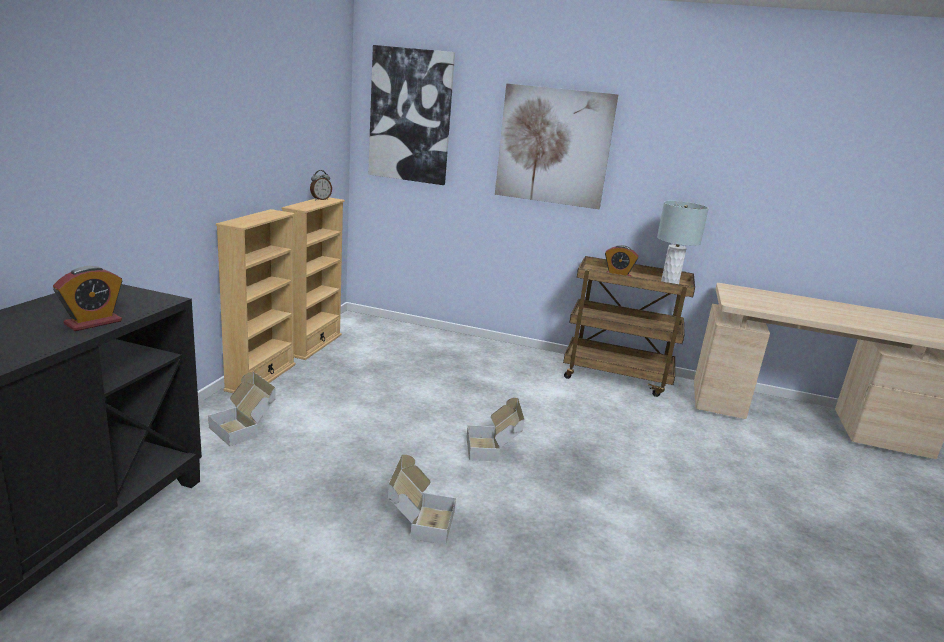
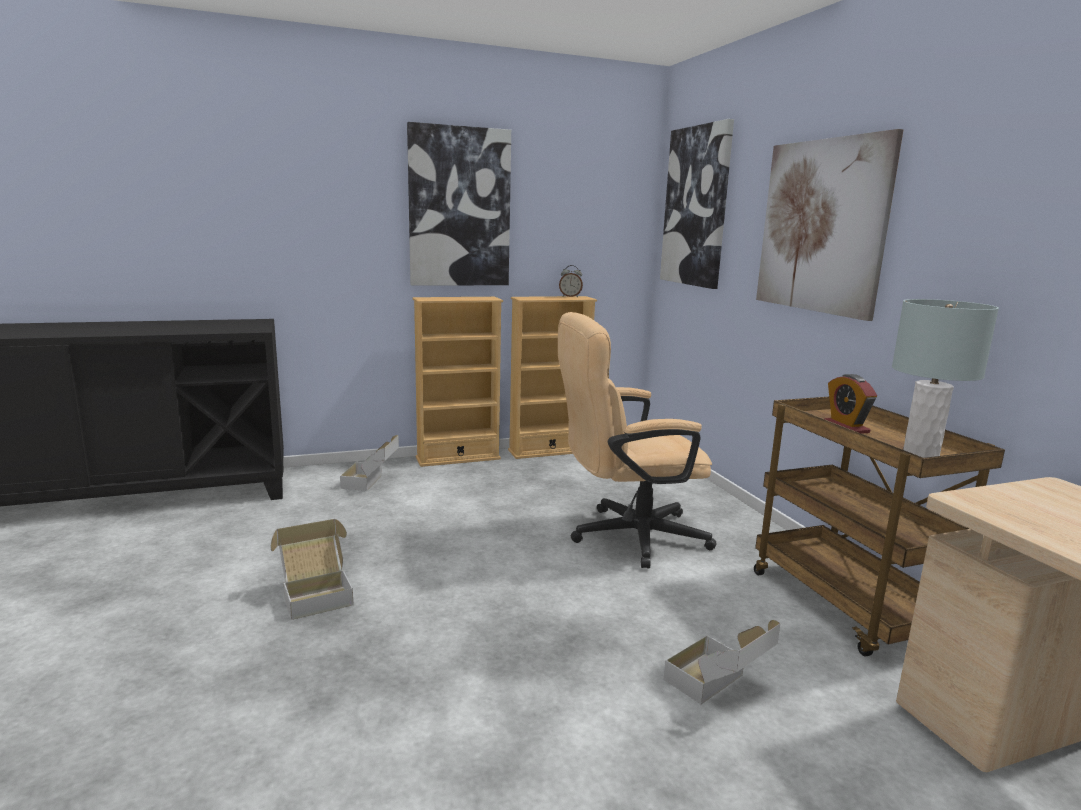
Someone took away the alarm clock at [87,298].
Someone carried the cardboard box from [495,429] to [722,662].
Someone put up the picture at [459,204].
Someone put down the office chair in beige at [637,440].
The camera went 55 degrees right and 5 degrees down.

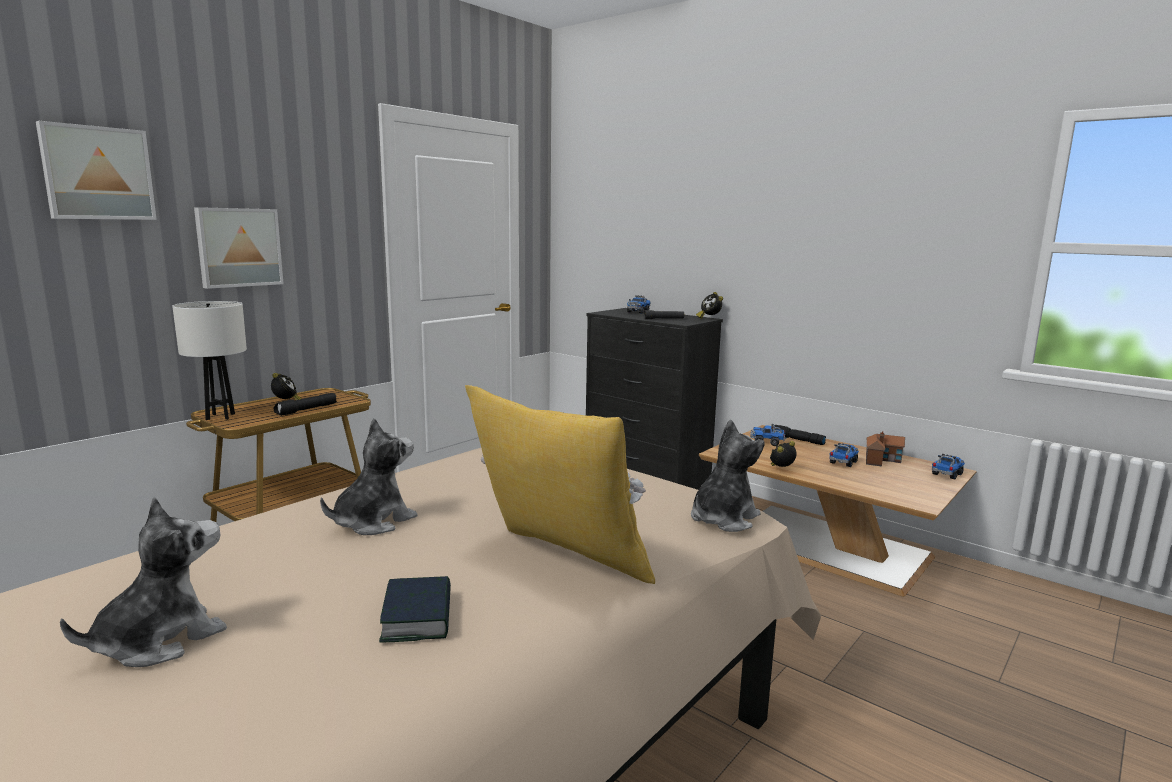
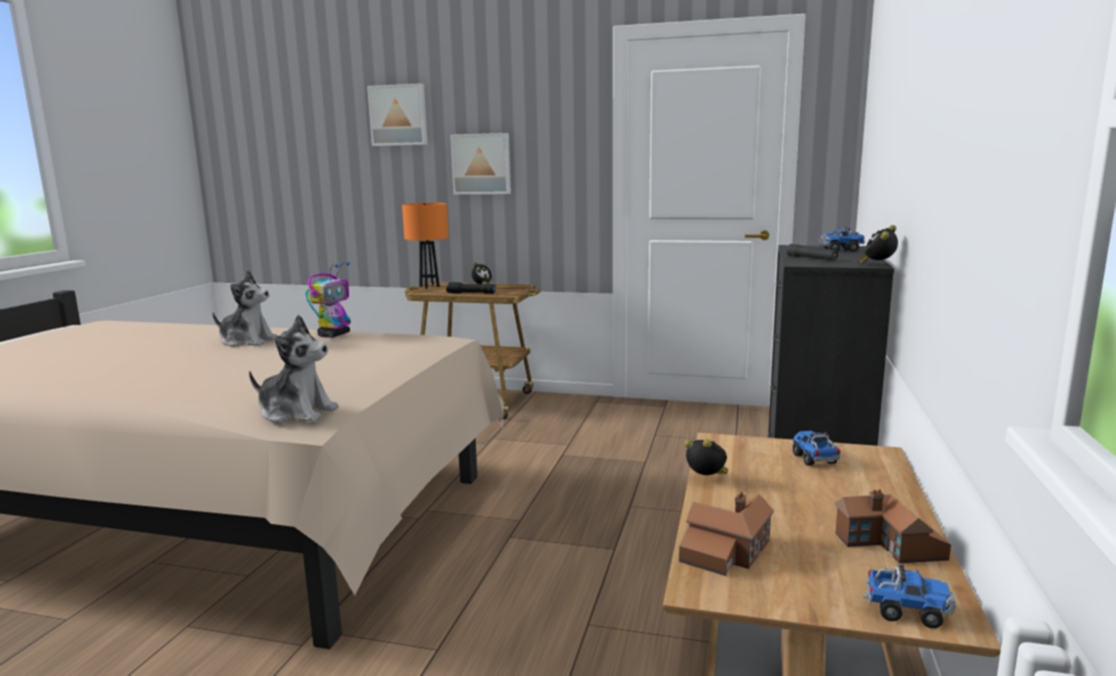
Someone repainted the table lamp in white at [209,360], which became the table lamp in orange at [425,246].
Someone took away the pillow in yellow at [560,484].
Someone took away the flashlight in black at [800,435].
Someone took away the toy truck at [844,455].
Someone took away the plush toy at [143,582].
Someone took away the book at [415,609].
Someone put down the toy robot at [328,300].
Someone put down the toy house at [726,534].
The camera went 65 degrees right and 0 degrees up.

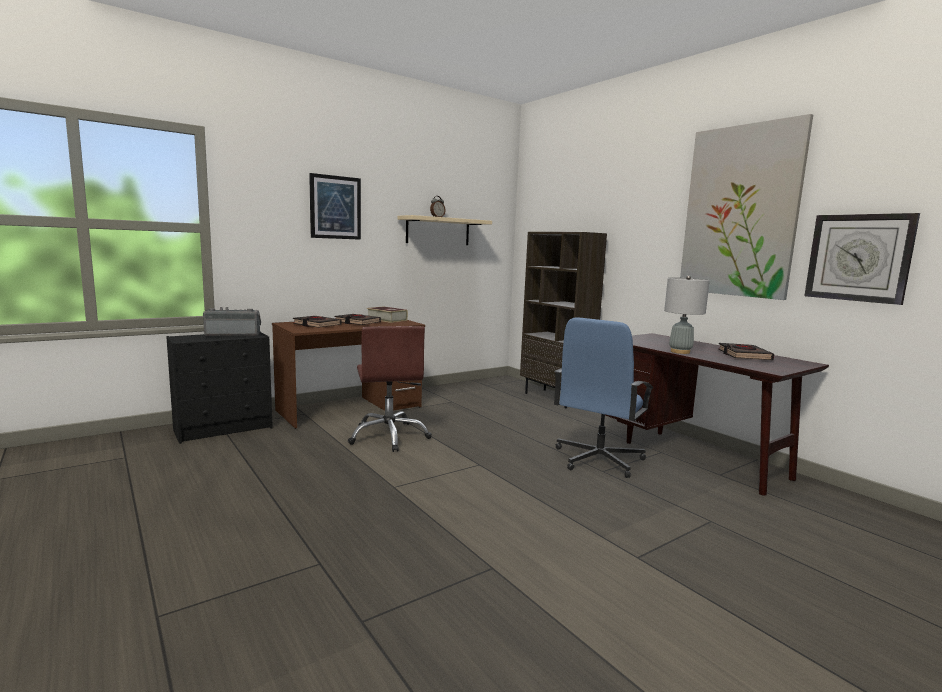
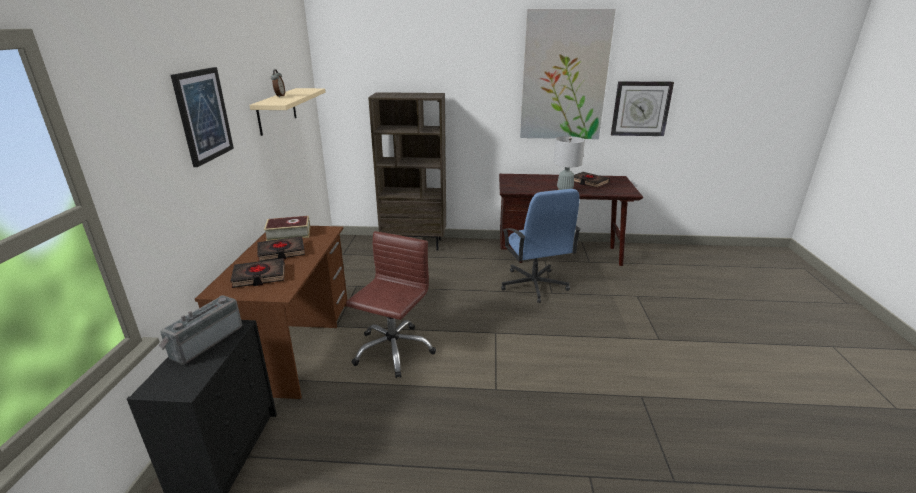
Someone rotated the office chair in brown at [390,389] by 90 degrees counterclockwise.
The camera went 50 degrees left and 15 degrees up.

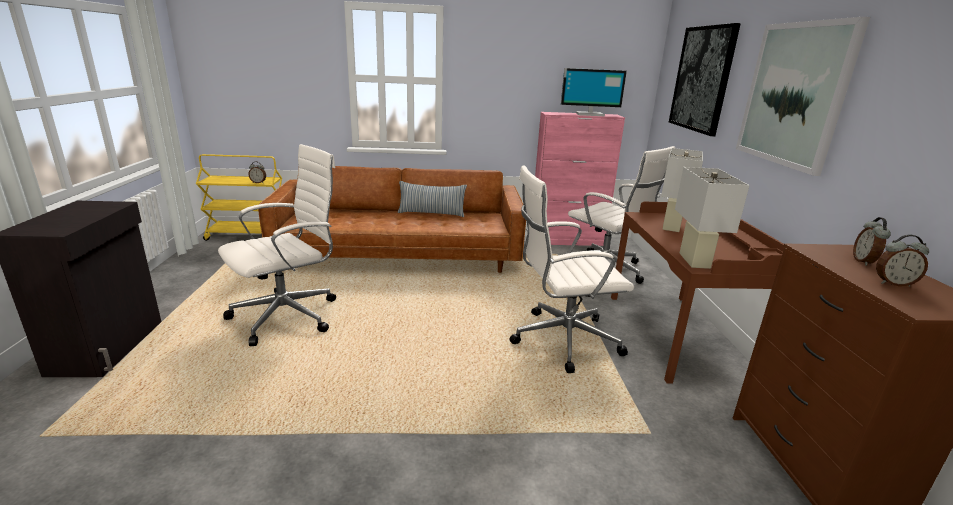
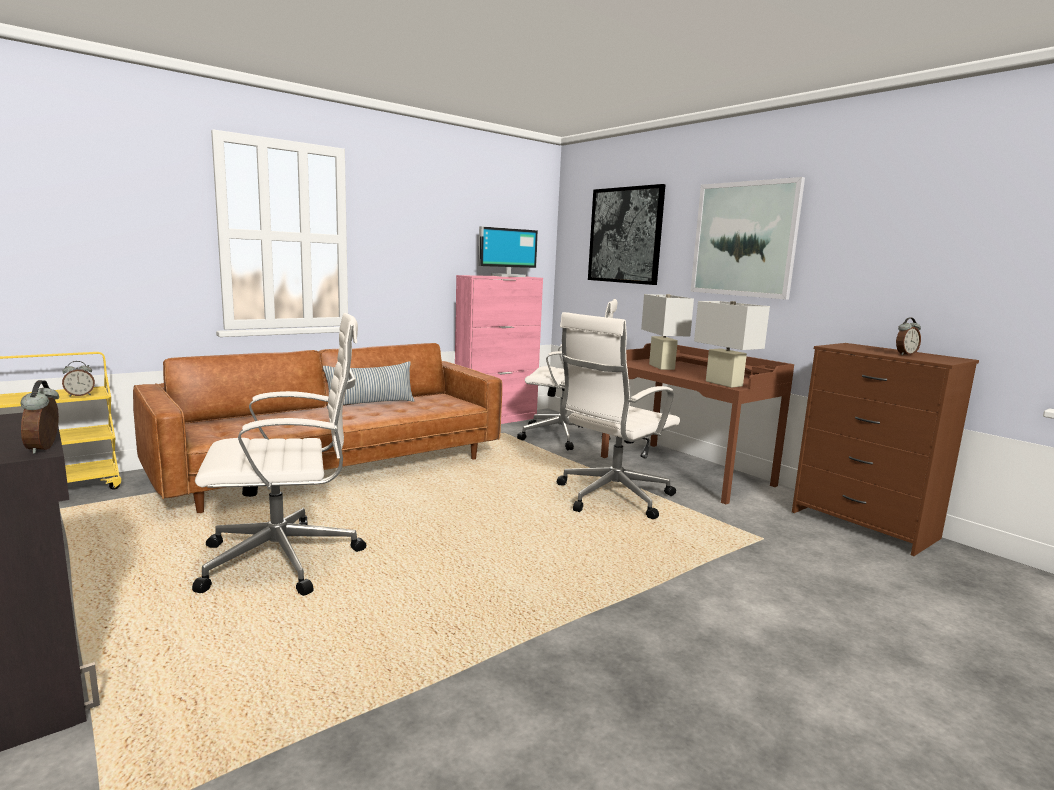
Someone rotated the office chair in white at [277,245] by 60 degrees clockwise.
Someone carried the alarm clock from [872,241] to [40,417].
The camera went 35 degrees left and 10 degrees down.

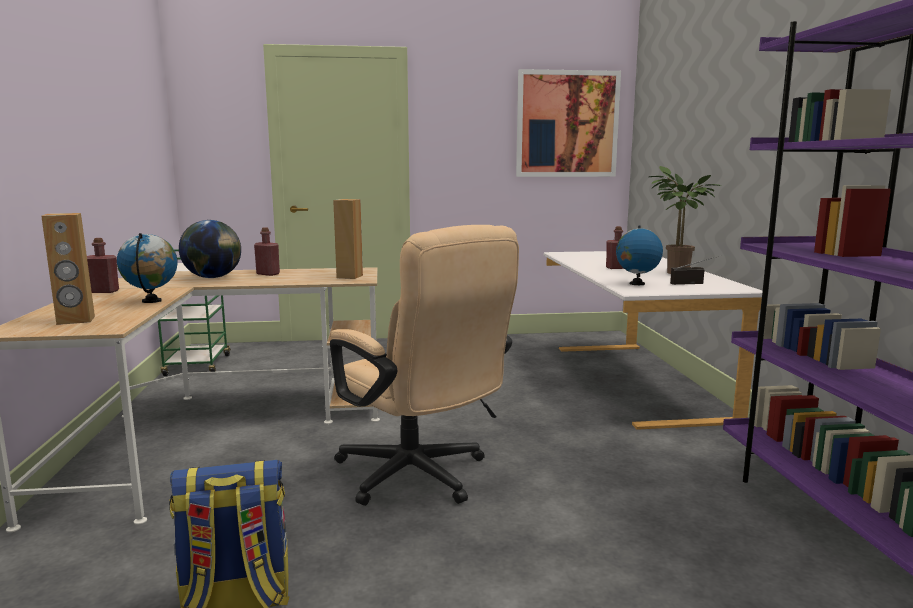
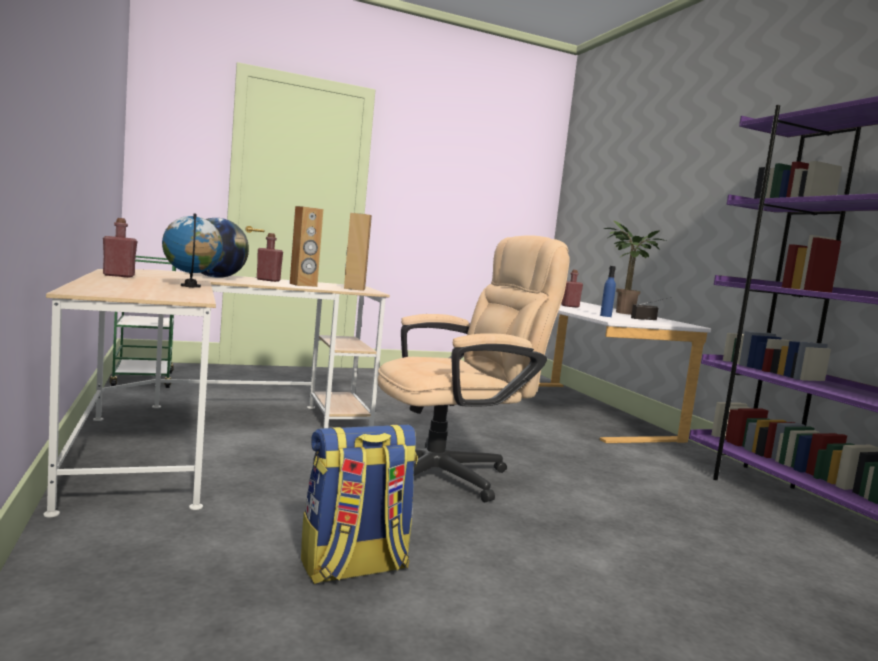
Someone took away the picture at [568,123].
Someone carried the speaker in brown from [68,269] to [306,246].
Someone rotated the office chair in beige at [424,365] by 60 degrees counterclockwise.
Someone swapped the globe at [639,255] for the bottle in blue at [608,291].
The camera went 15 degrees left and 5 degrees down.

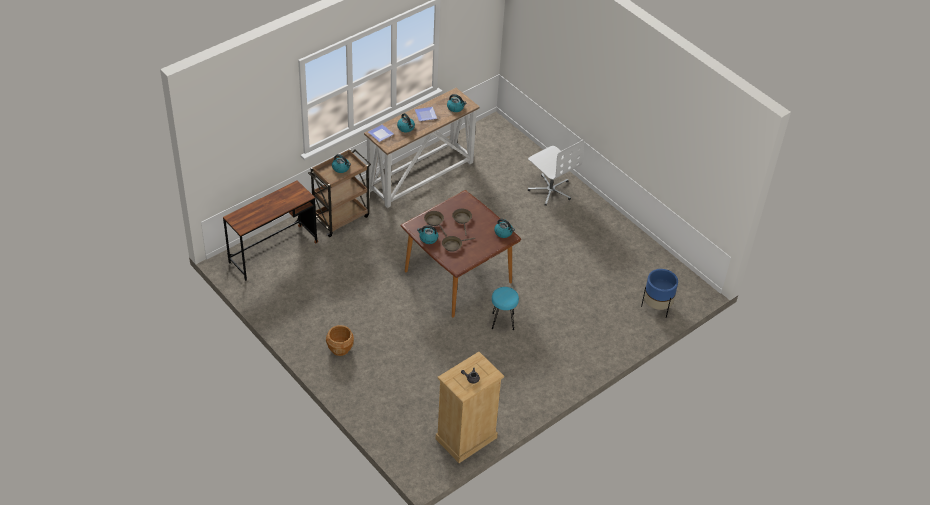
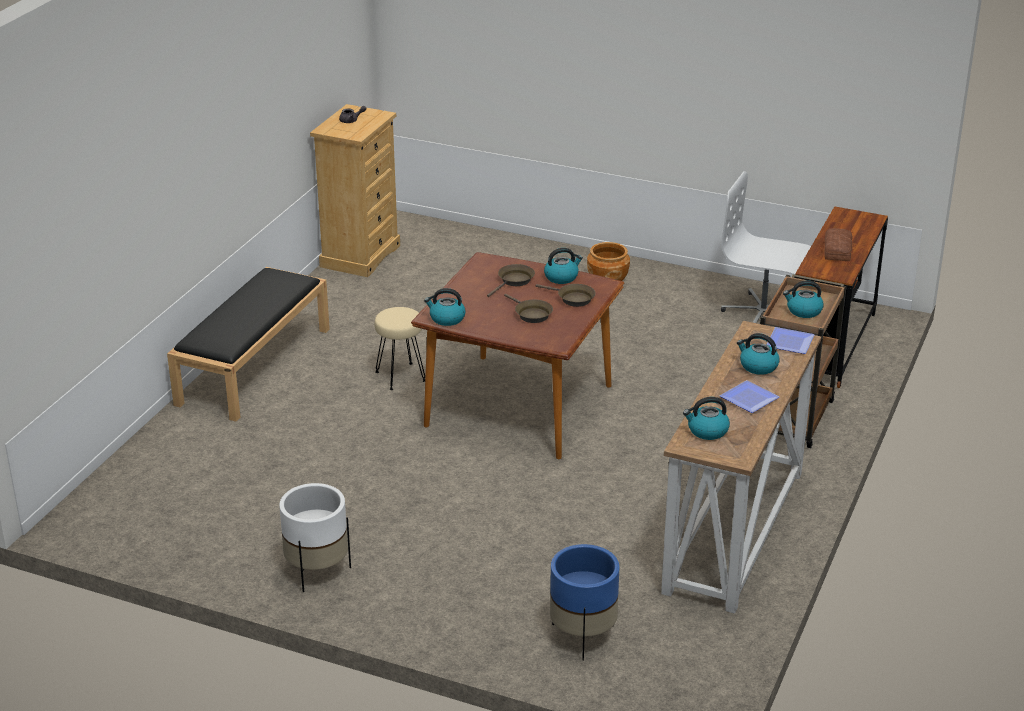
Someone carried the office chair in white from [556,172] to [766,247].
Someone carried the planter in blue from [659,293] to [584,602].
Someone repainted the stool in turquoise at [505,308], which became the stool in beige at [400,348].
Someone put down the bread at [838,244].
Someone put down the bench in black at [248,344].
Someone put down the planter in white at [315,537].
The camera went 155 degrees right and 15 degrees down.

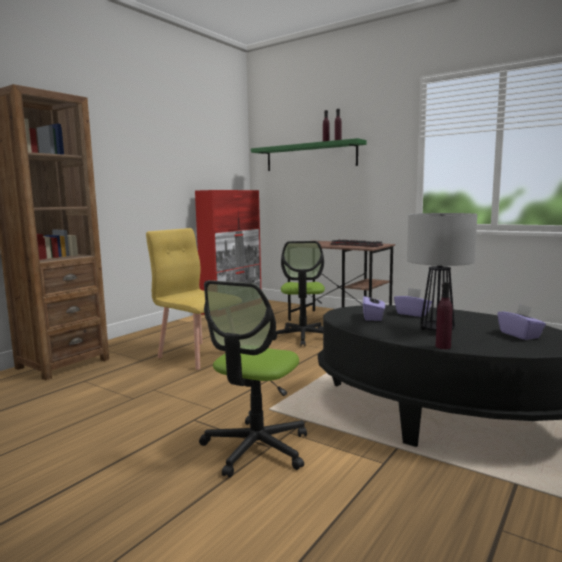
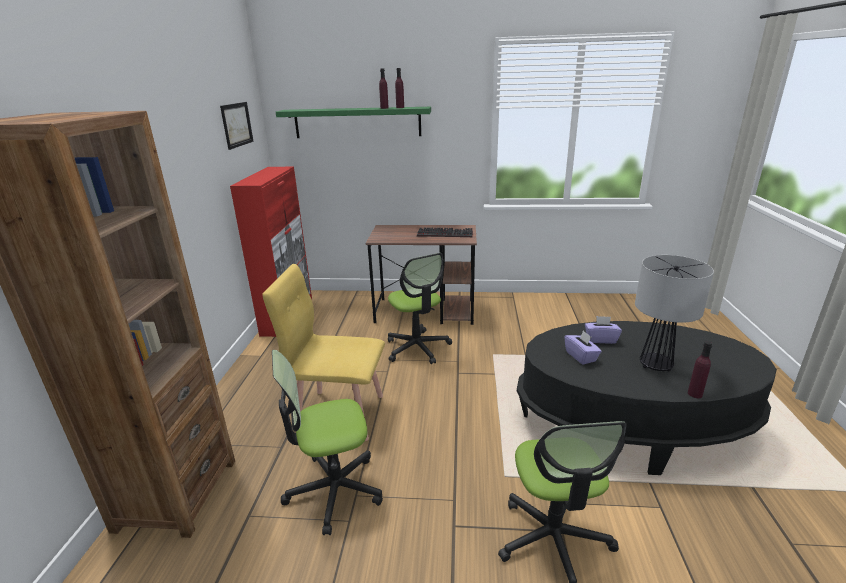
Someone took away the tissue box in purple at [522,322].
Someone put up the picture at [237,126].
Someone put down the office chair at [327,442].
The camera went 30 degrees left and 15 degrees up.

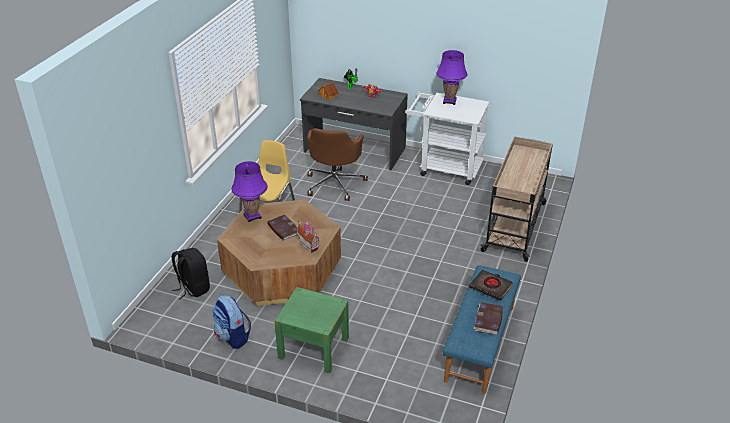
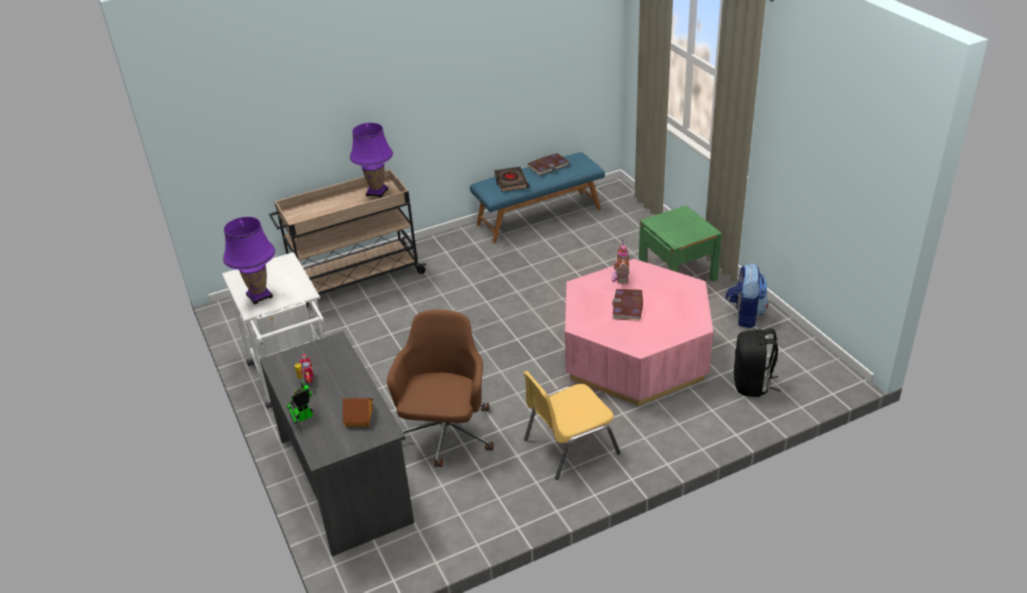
Someone rotated the office chair in brown at [337,164] by 45 degrees counterclockwise.
Someone carried the table lamp in purple from [249,191] to [371,160].
Someone repainted the coffee table in brown at [279,252], which became the coffee table in pink at [639,332].
The camera went 135 degrees left and 0 degrees up.

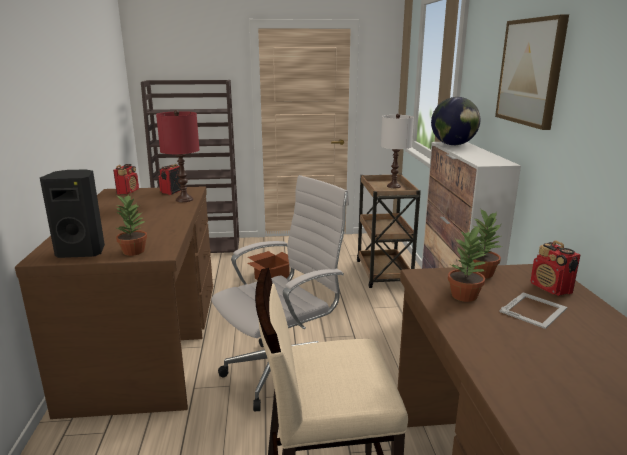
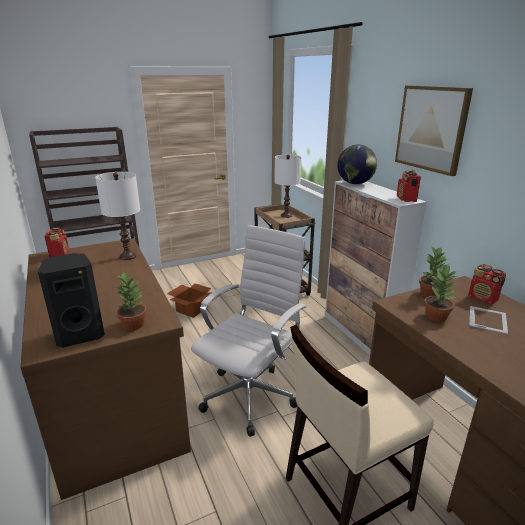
Someone repainted the table lamp in red at [178,156], which became the table lamp in white at [117,216].
Someone carried the radio from [169,179] to [409,185].
The camera went 20 degrees left and 5 degrees up.

